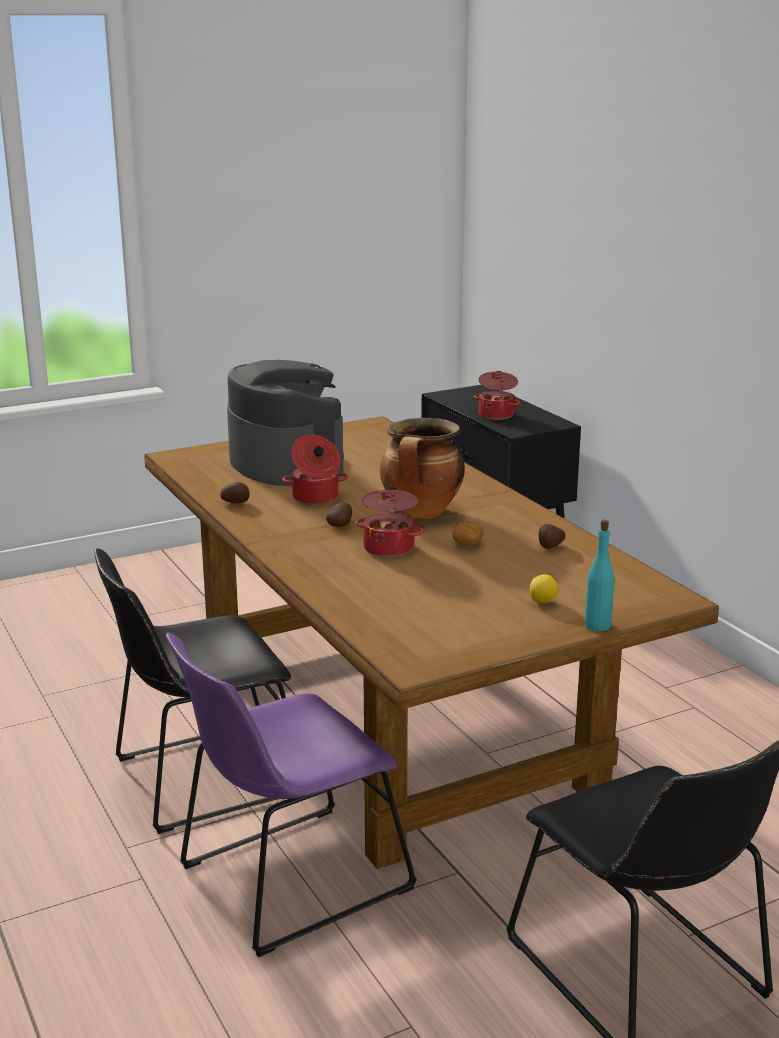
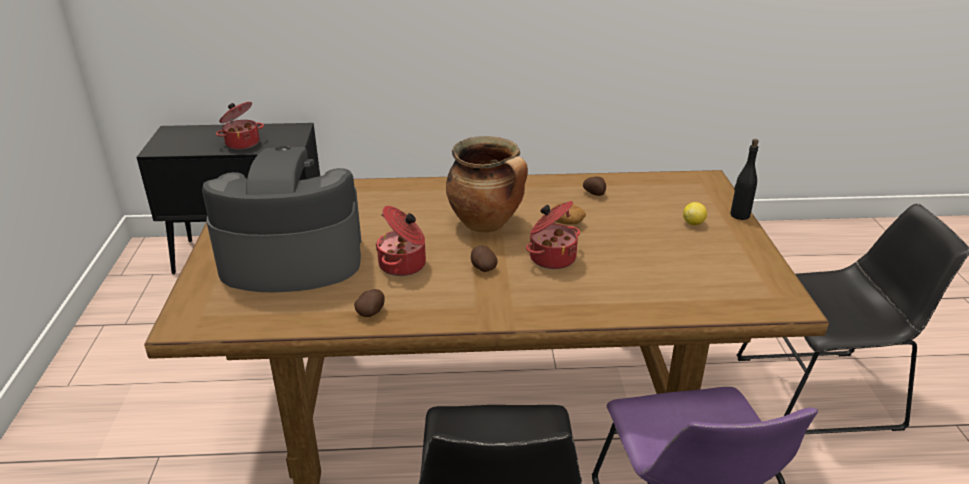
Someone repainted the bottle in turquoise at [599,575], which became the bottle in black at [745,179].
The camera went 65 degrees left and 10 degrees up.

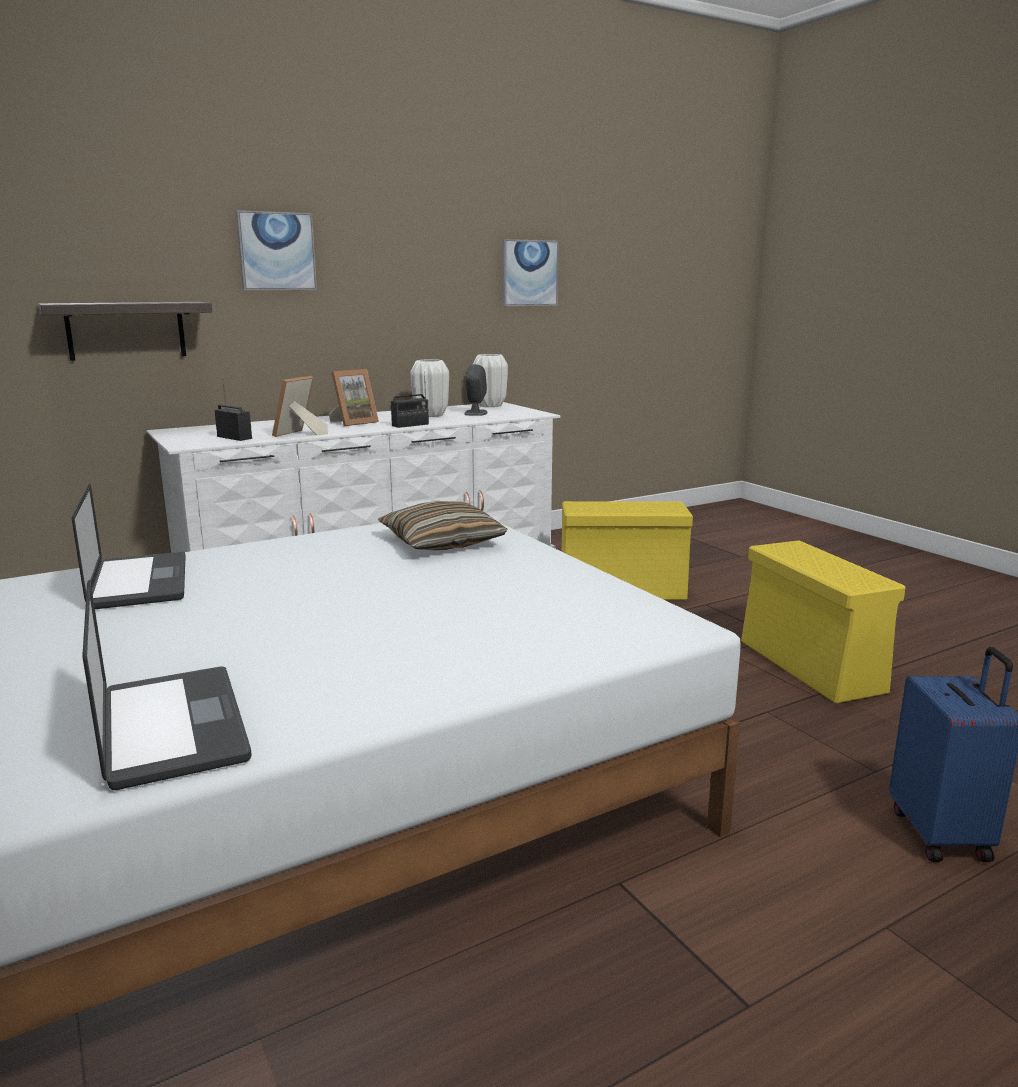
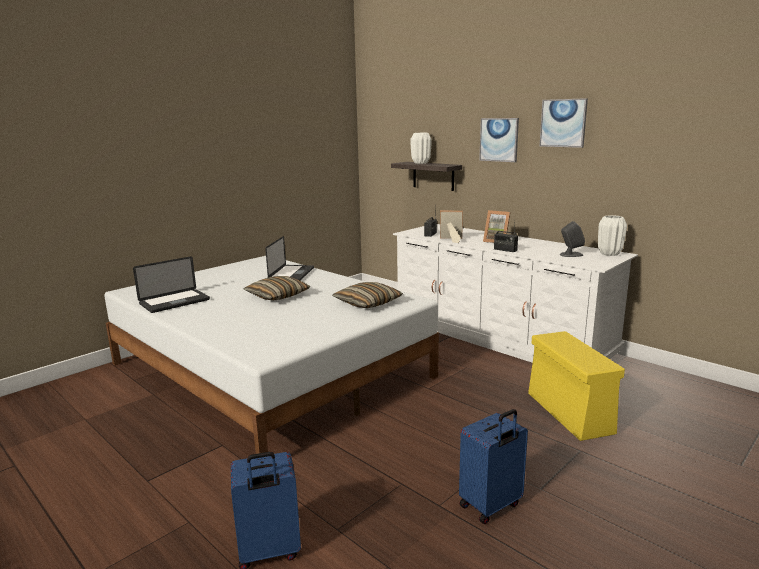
Someone carried the picture from [530,273] to [564,123].
Someone carried the vase in white from [430,388] to [421,148].
Someone rotated the laptop at [129,546] by 45 degrees counterclockwise.
Someone swapped the storage box in yellow at [823,622] for the suitcase in blue at [493,466].
Someone put down the pillow at [276,288].
The camera went 75 degrees right and 0 degrees up.

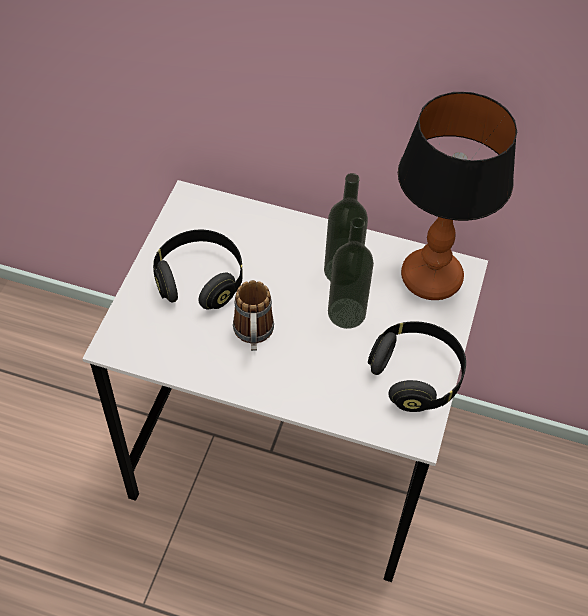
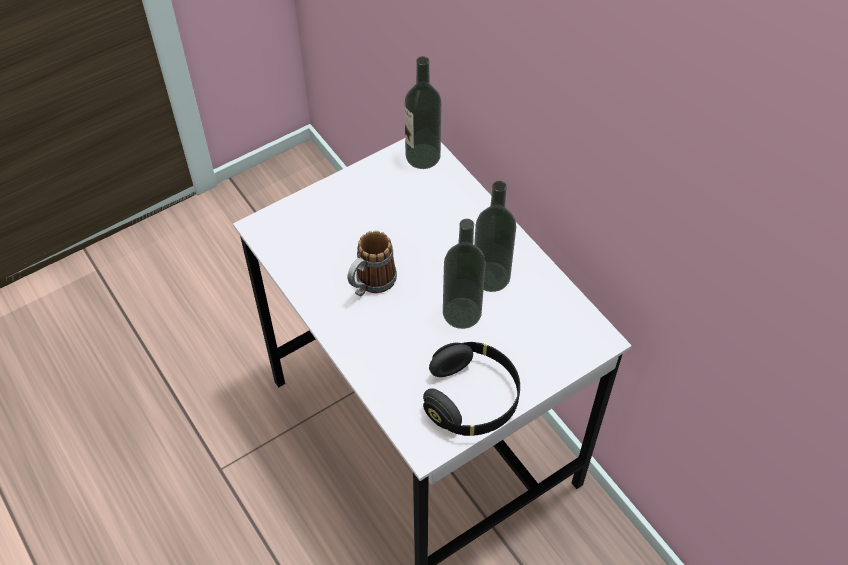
Someone took away the table lamp at [457,196].
Someone took away the headphones in black at [198,270].
Someone put down the bottle at [423,112].
The camera went 40 degrees right and 0 degrees up.

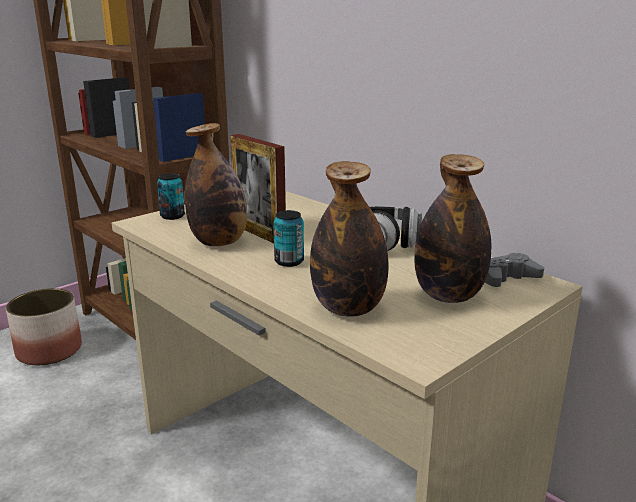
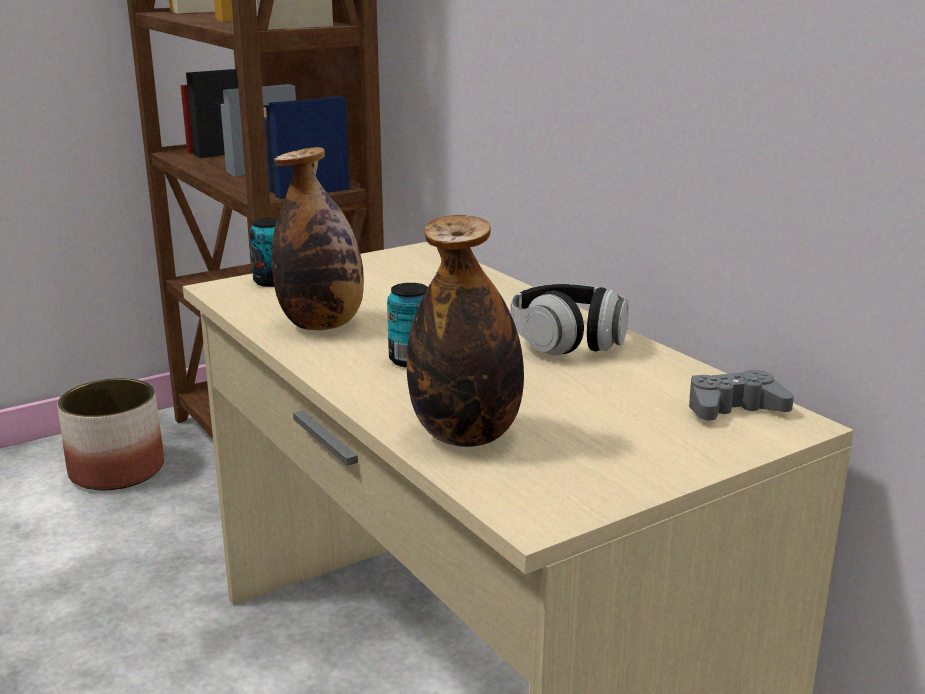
Someone took away the picture frame at [258,188].
Someone took away the bottle at [452,228].
The camera went 10 degrees right and 0 degrees up.

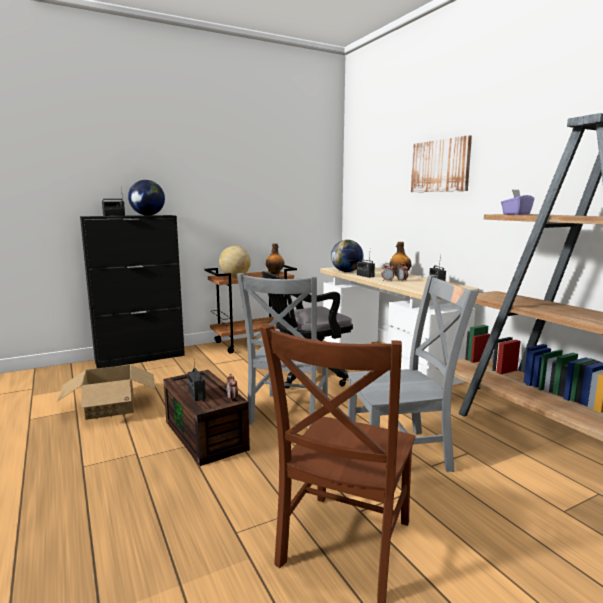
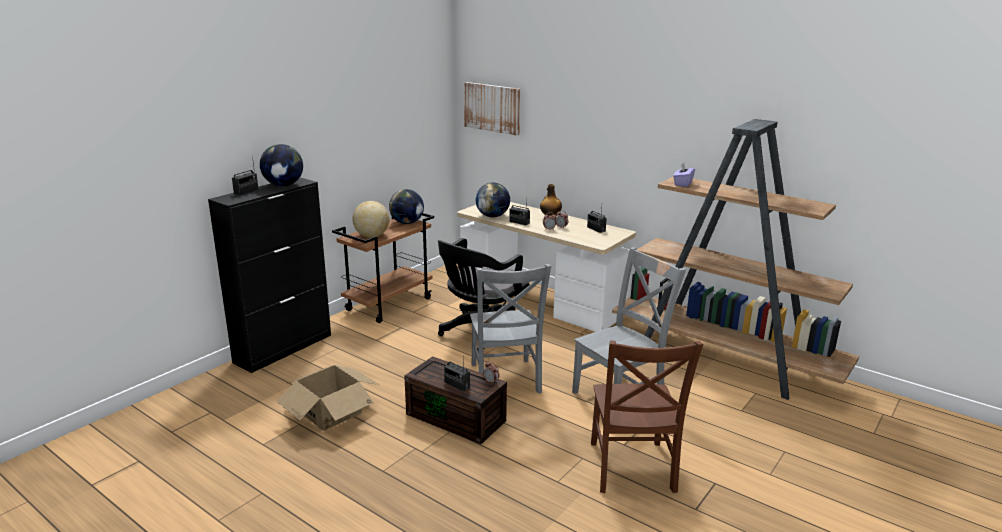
Someone carried the picture from [441,163] to [492,109].
Someone swapped the bottle at [275,258] for the globe at [406,206].
The camera went 25 degrees left and 10 degrees up.

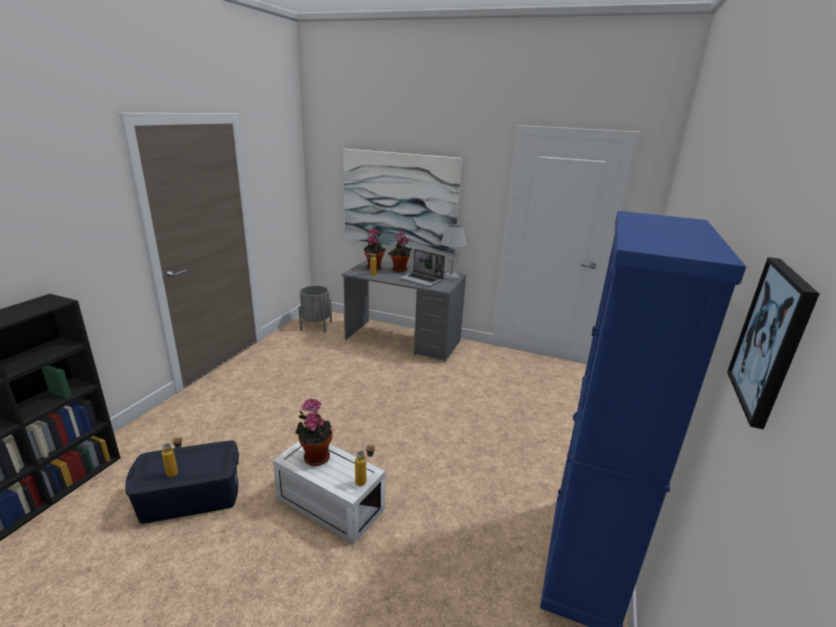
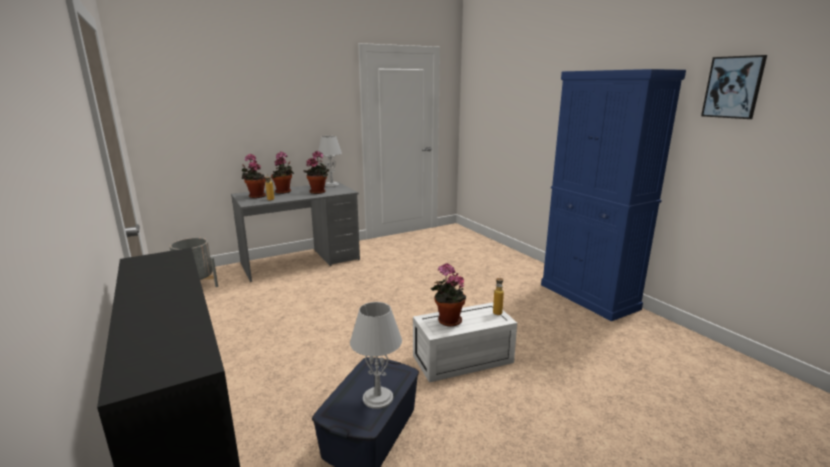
Someone took away the picture at [402,202].
Someone swapped the laptop at [422,267] for the potted plant at [316,172].
Someone swapped the bottle at [172,457] for the table lamp in grey at [376,355].
The camera went 50 degrees left and 5 degrees down.

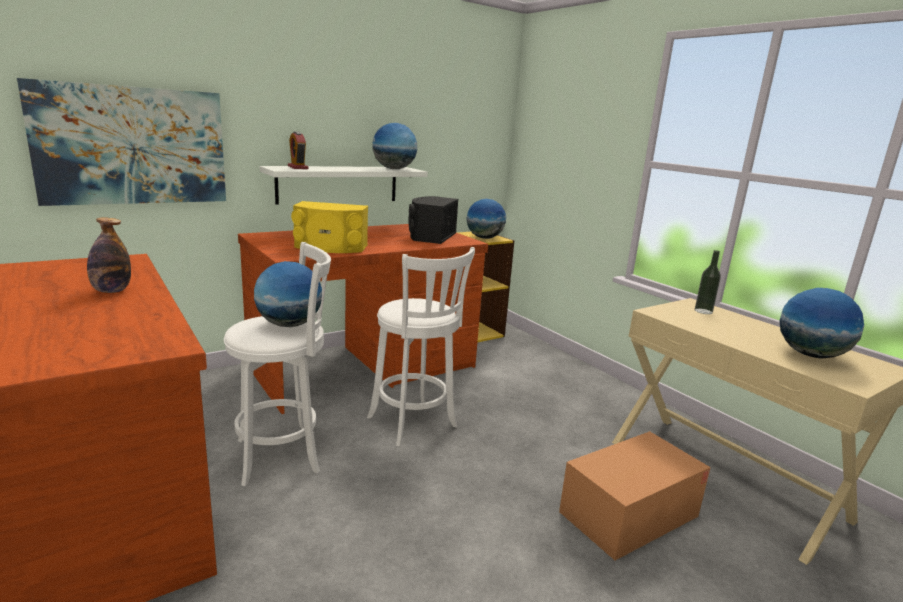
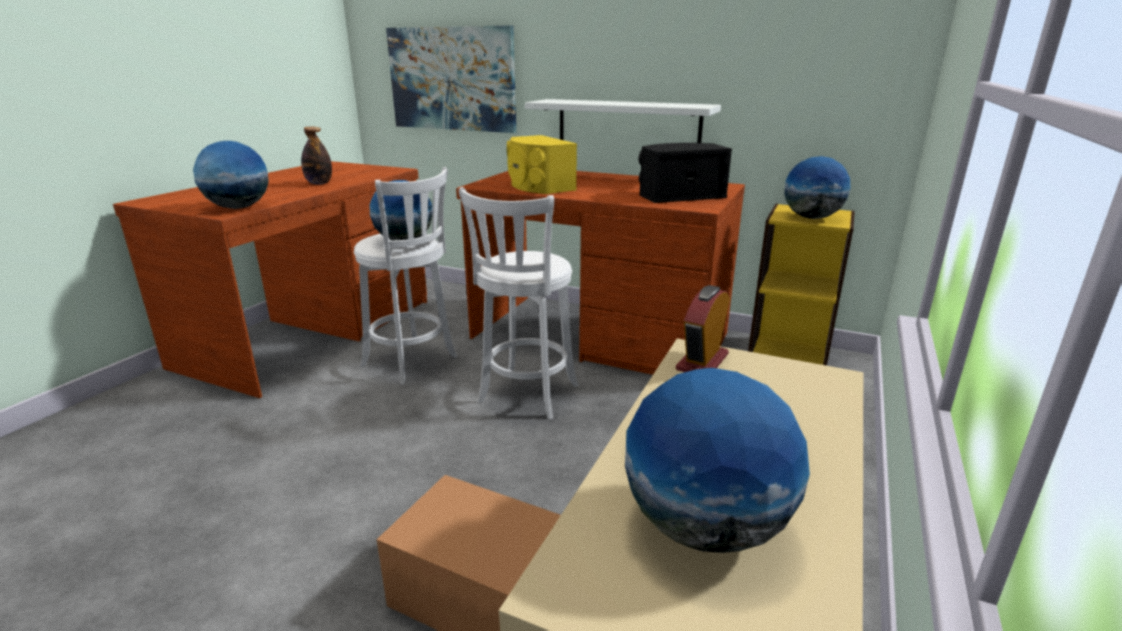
Someone carried the globe from [394,146] to [231,175].
Someone carried the alarm clock from [298,150] to [703,328].
Someone took away the bottle at [708,282].
The camera went 60 degrees right and 5 degrees up.

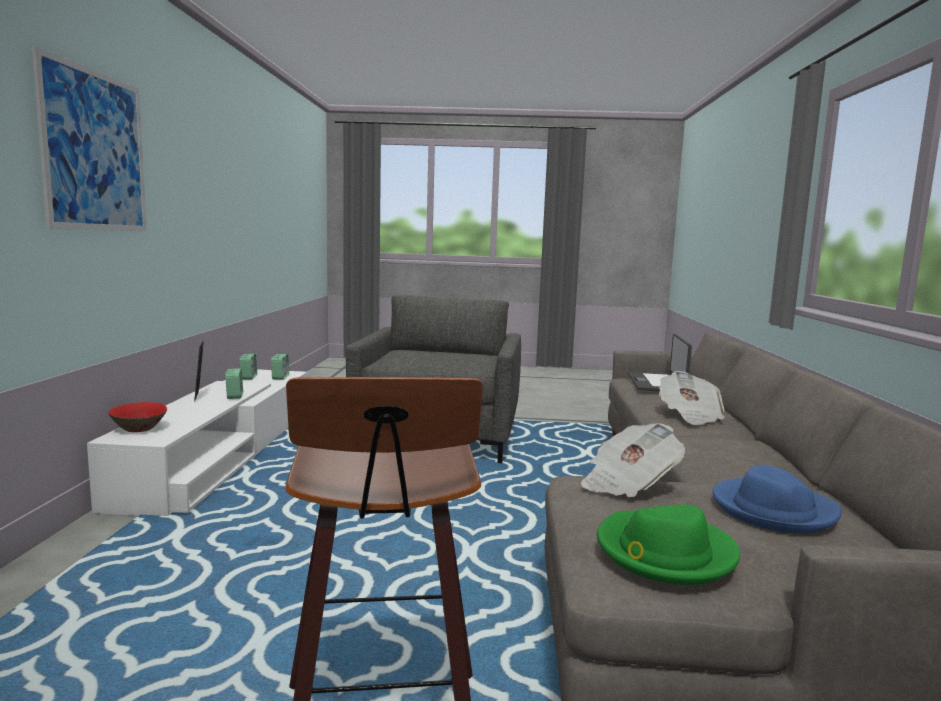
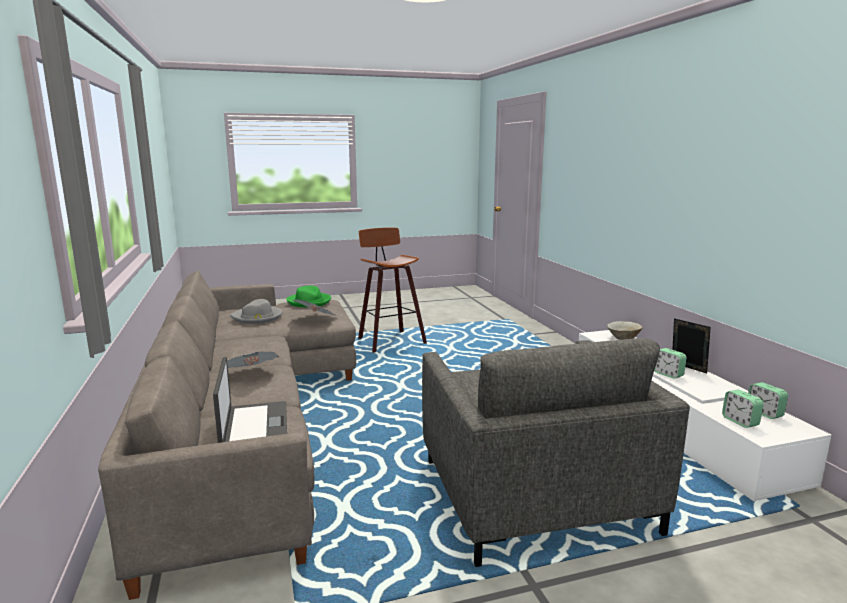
Someone took away the picture at [89,138].
Someone repainted the bowl in red at [137,417], which became the bowl in beige at [625,330].
Someone repainted the hat in blue at [777,499], which became the hat in grey at [256,311].
The camera went 160 degrees right and 5 degrees up.

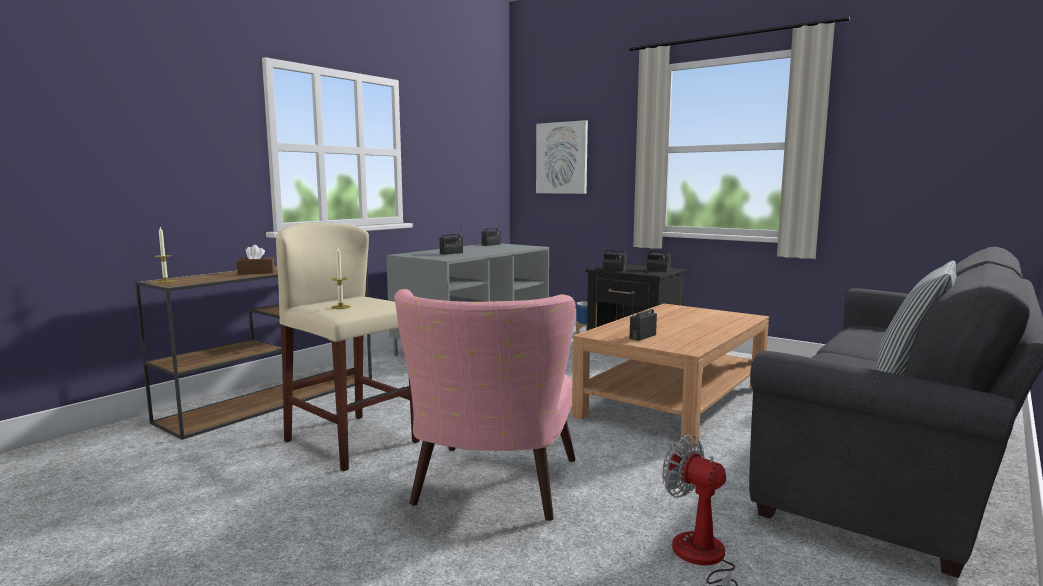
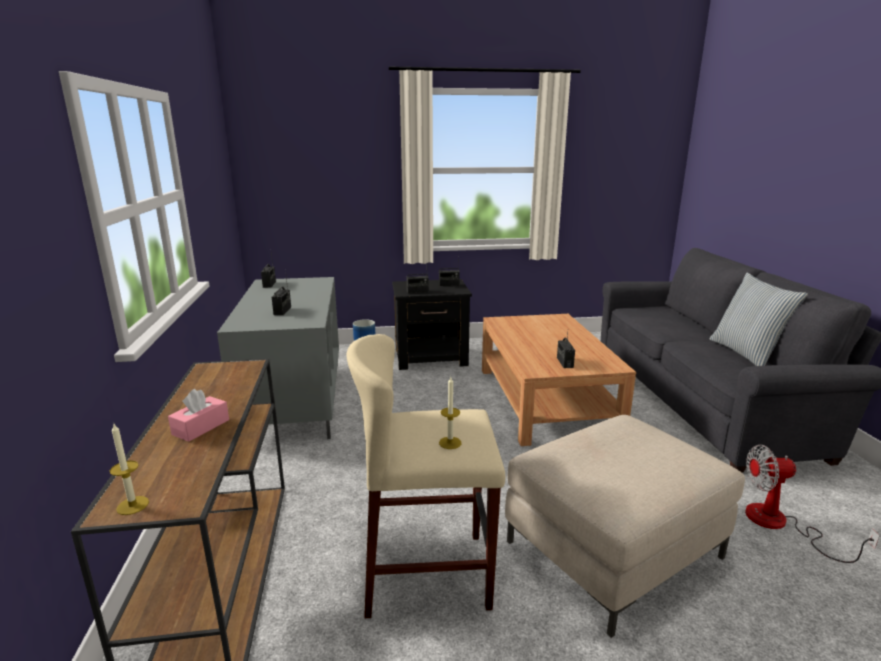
Someone took away the picture at [562,157].
Someone repainted the tissue box in brown at [255,260], which became the tissue box in pink at [198,415].
Someone swapped the armchair in pink at [484,405] for the ottoman in beige at [625,526].
The camera went 45 degrees left and 10 degrees up.

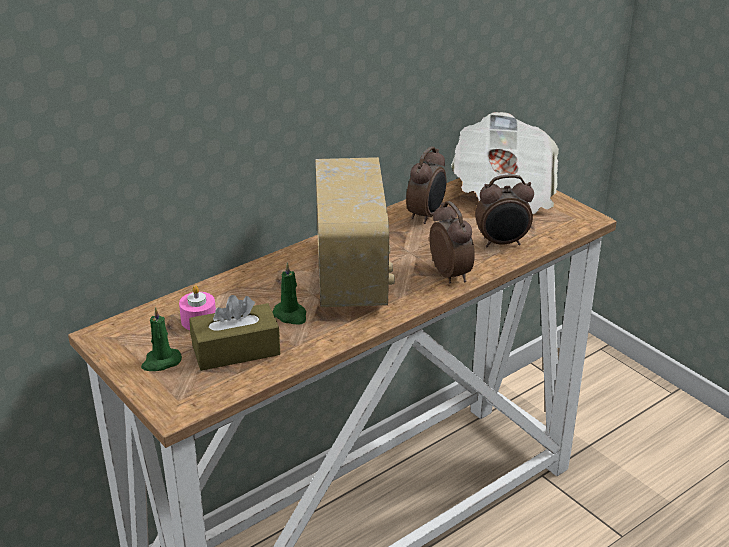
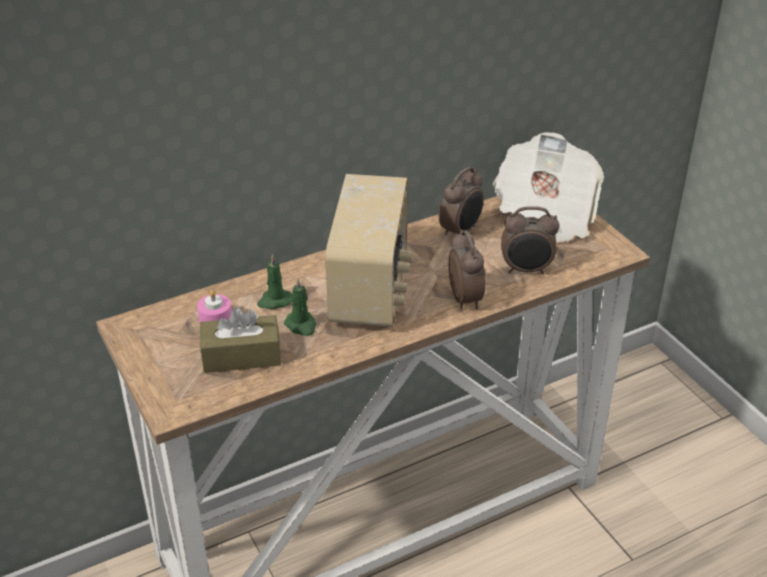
Someone carried the candle in green from [161,339] to [274,281].
The camera went 10 degrees right and 5 degrees up.

